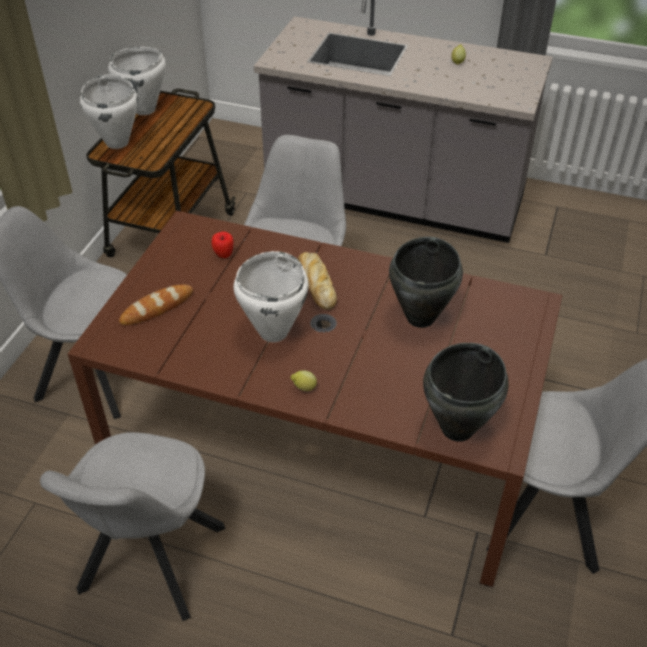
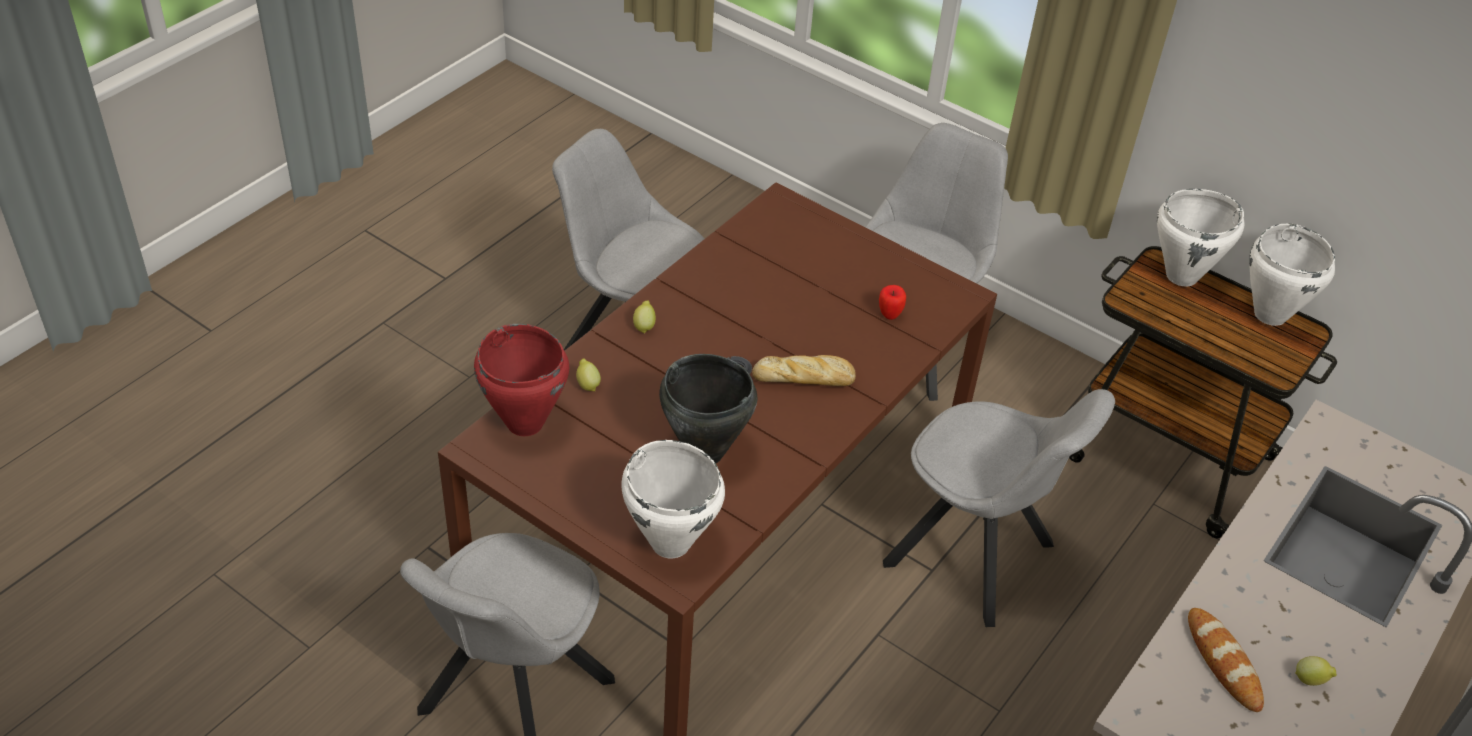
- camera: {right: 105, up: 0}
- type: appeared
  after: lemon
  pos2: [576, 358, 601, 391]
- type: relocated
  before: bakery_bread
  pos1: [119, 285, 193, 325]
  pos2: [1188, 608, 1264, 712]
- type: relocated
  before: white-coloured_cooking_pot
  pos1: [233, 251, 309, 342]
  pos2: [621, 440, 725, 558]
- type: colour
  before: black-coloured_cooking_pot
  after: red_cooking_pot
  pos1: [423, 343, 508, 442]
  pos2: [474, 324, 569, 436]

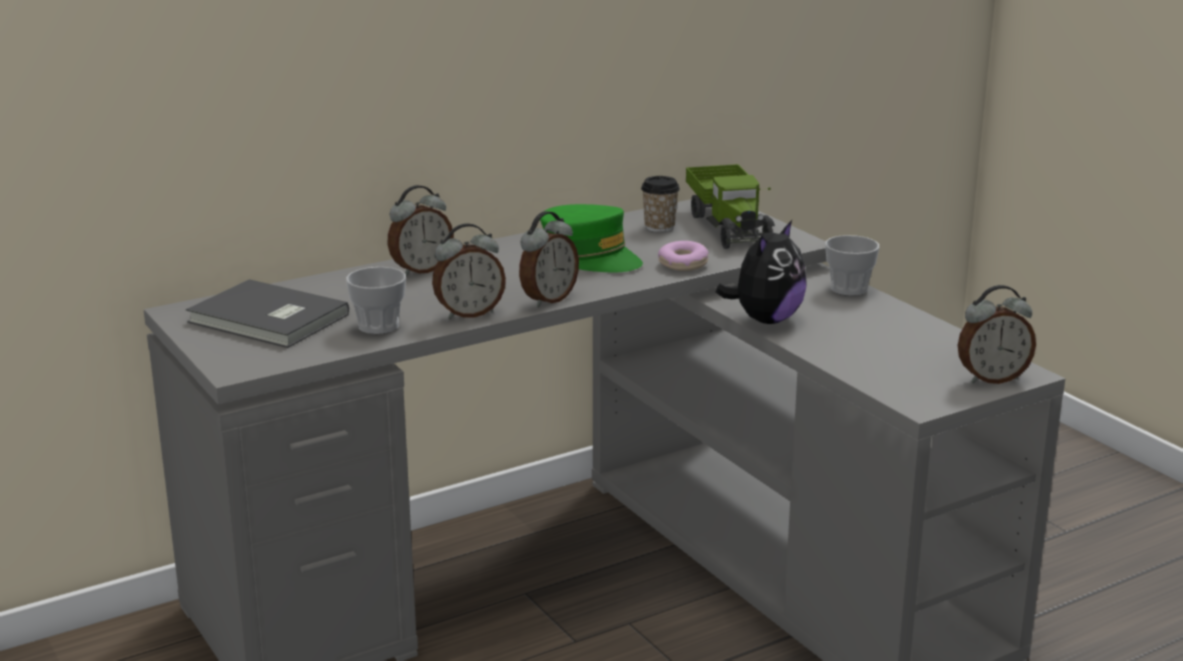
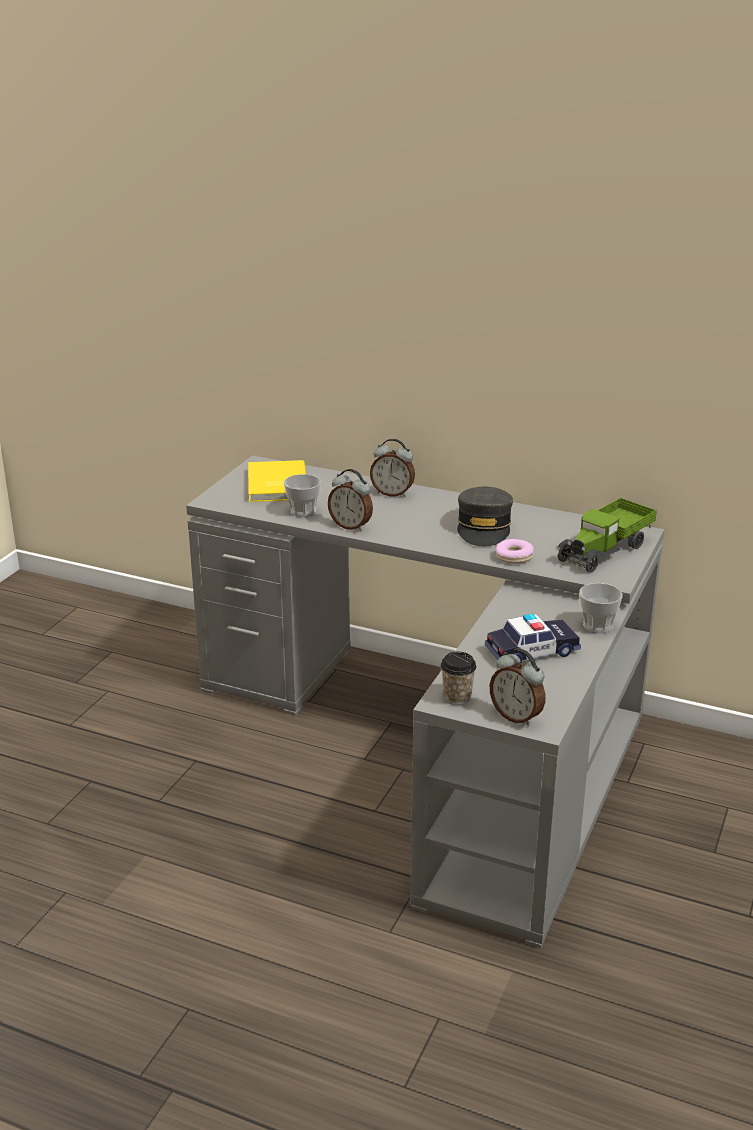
- camera: {right: 55, up: 5}
- type: missing
  before: bedside_clock
  pos1: [519, 211, 579, 308]
- type: missing
  before: soft_toy
  pos1: [716, 220, 806, 324]
- type: appeared
  after: miniature_car
  pos2: [485, 614, 581, 663]
- type: relocated
  before: small_cup
  pos1: [641, 176, 680, 232]
  pos2: [441, 652, 476, 705]
- type: colour
  before: greyish_book
  after: yellow-coloured_book
  pos1: [186, 279, 349, 348]
  pos2: [248, 460, 306, 502]
- type: colour
  before: green-coloured_baseball_cap
  after: greyish_baseball_cap
  pos1: [540, 204, 643, 272]
  pos2: [457, 487, 513, 546]

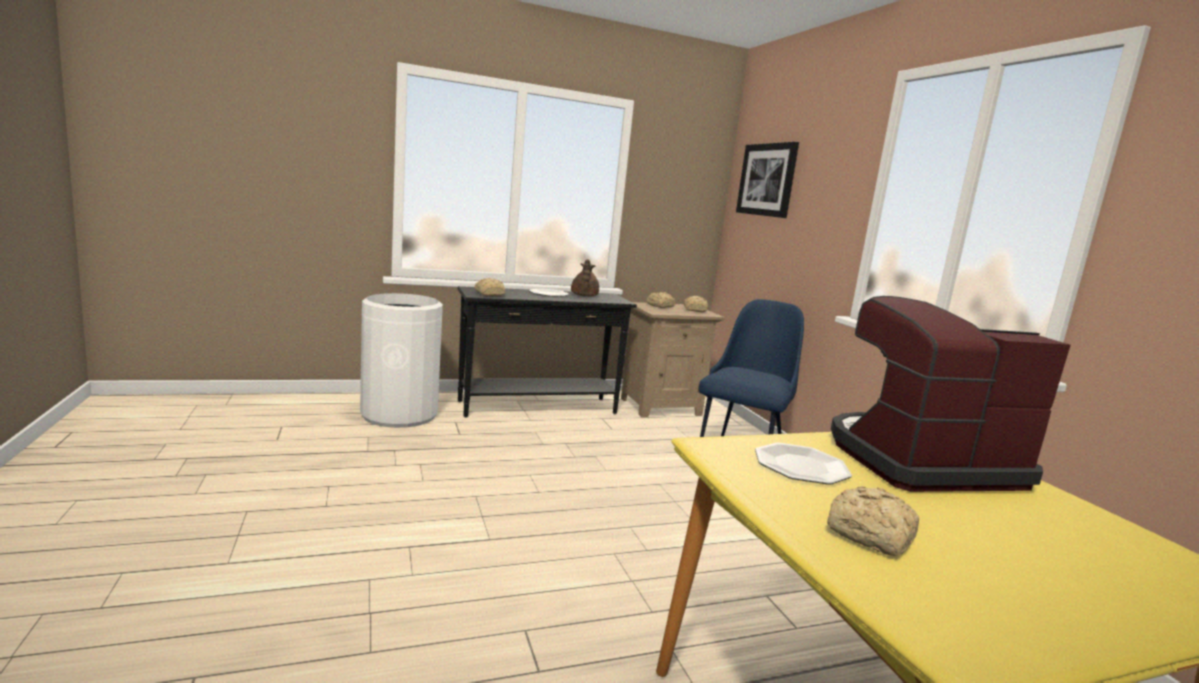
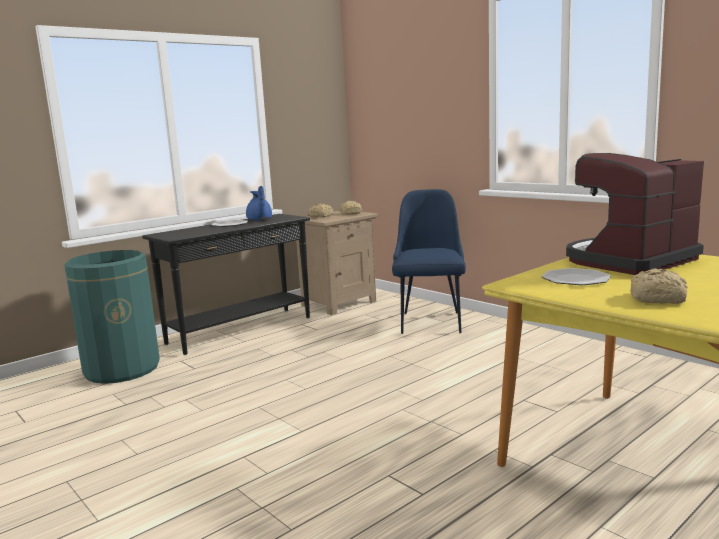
- camera: {right: -20, up: 0}
- type: missing
  before: bakery_bread
  pos1: [474, 278, 505, 296]
- type: missing
  before: wall_picture
  pos1: [736, 142, 799, 218]
- type: colour
  before: white-coloured_trash_can
  after: green-coloured_trash_can
  pos1: [360, 293, 443, 428]
  pos2: [64, 250, 160, 384]
- type: colour
  before: brownish_teapot
  after: blue-coloured_teapot
  pos1: [571, 259, 599, 297]
  pos2: [246, 186, 272, 220]

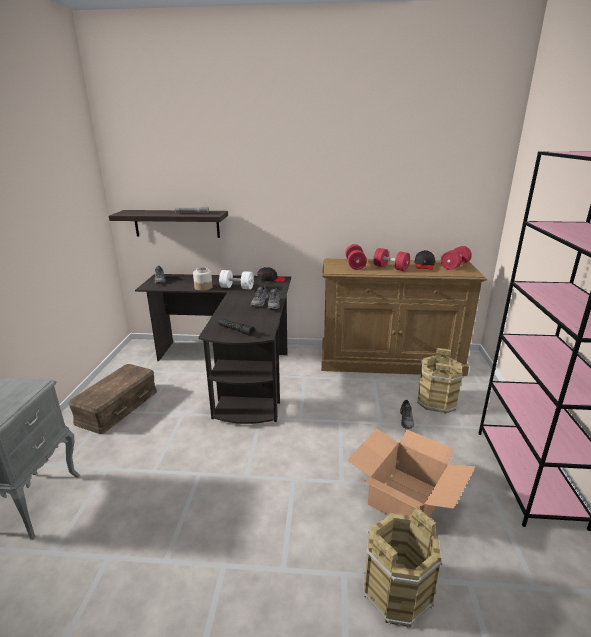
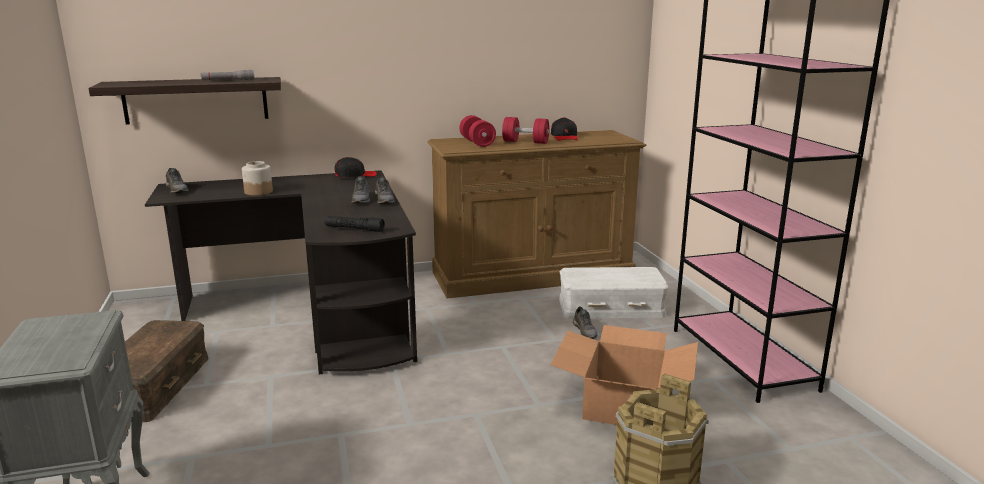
- camera: {right: -20, up: -5}
- type: missing
  before: white-coloured_free_weight
  pos1: [219, 270, 254, 290]
- type: missing
  before: red_free_weight
  pos1: [441, 246, 472, 270]
- type: exchanged
  before: brownish_pail
  after: white-coloured_storage_container
  pos1: [417, 348, 463, 414]
  pos2: [559, 267, 669, 319]

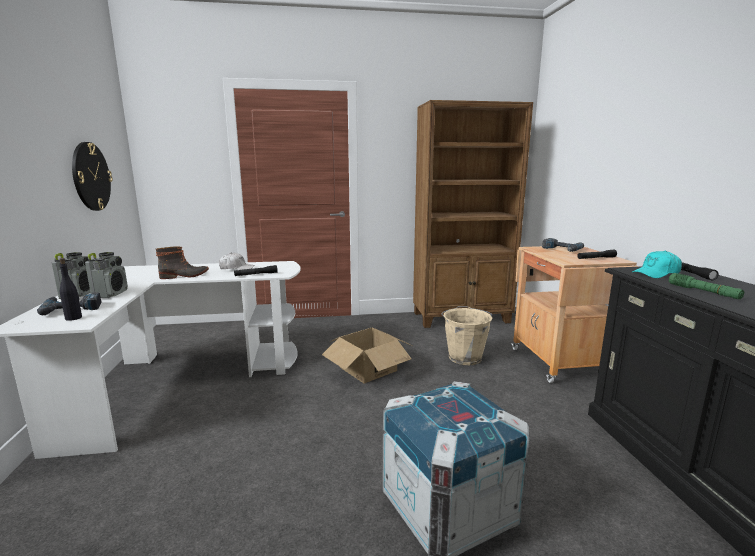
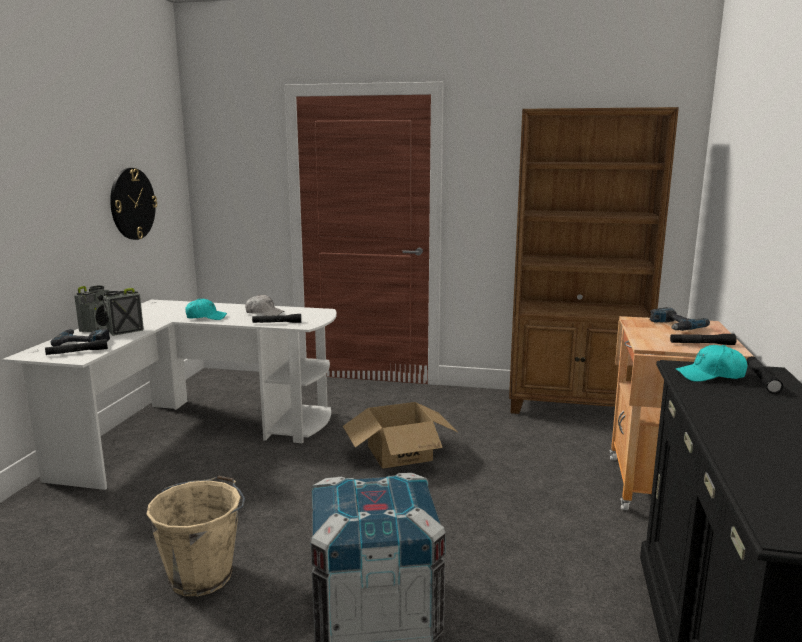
- camera: {right: 20, up: 0}
- type: missing
  before: green-coloured_hand_torch
  pos1: [669, 273, 744, 299]
- type: relocated
  before: beige_pail
  pos1: [441, 306, 493, 365]
  pos2: [146, 475, 245, 597]
- type: exchanged
  before: black-coloured_bottle
  after: black-coloured_hand_torch
  pos1: [59, 258, 82, 321]
  pos2: [45, 339, 108, 355]
- type: exchanged
  before: tall_boot
  after: blue-green_baseball_cap
  pos1: [156, 246, 209, 279]
  pos2: [185, 298, 227, 320]
- type: spun
  before: radio_set
  pos1: [85, 252, 128, 298]
  pos2: [103, 288, 144, 336]
  turn: -150

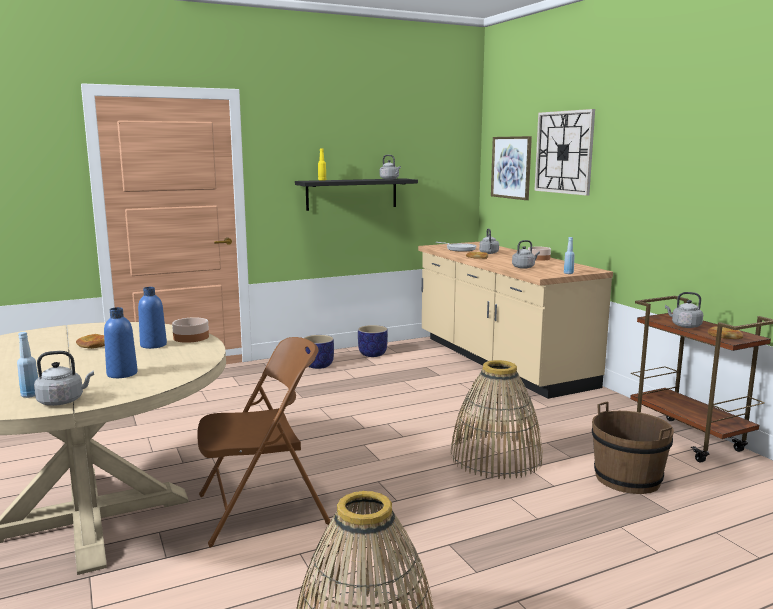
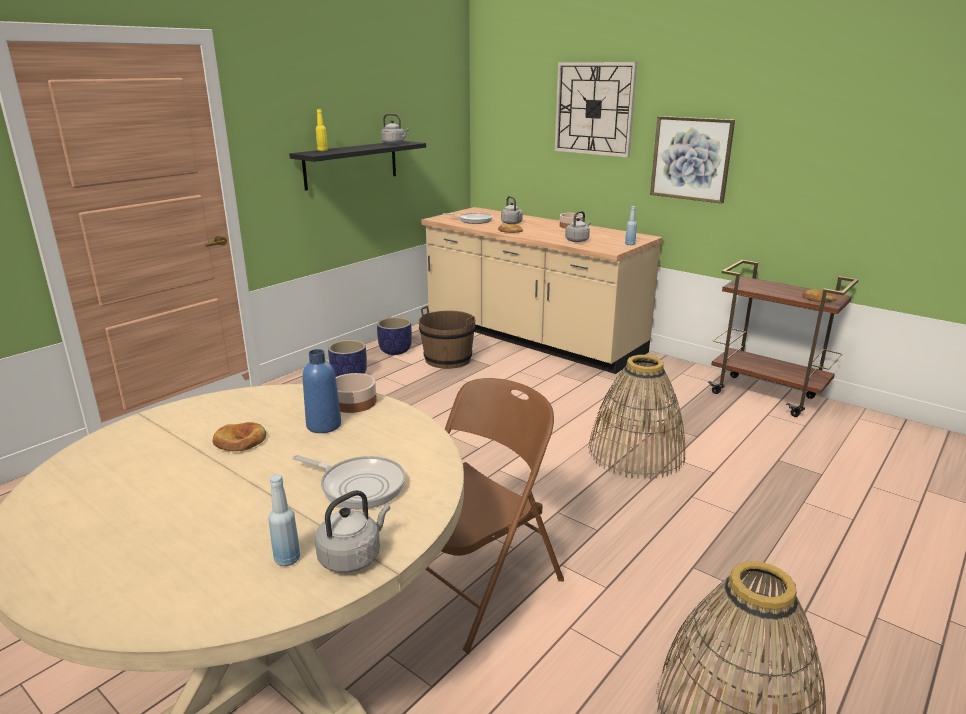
- camera: {right: -25, up: 10}
- type: missing
  before: greyish_water_kettle
  pos1: [665, 292, 703, 328]
- type: relocated
  before: wall_picture
  pos1: [491, 136, 532, 200]
  pos2: [650, 116, 735, 204]
- type: relocated
  before: brownish_pail
  pos1: [592, 402, 674, 494]
  pos2: [419, 306, 476, 369]
- type: exchanged
  before: blue-coloured_bottle
  after: skillet
  pos1: [104, 307, 138, 378]
  pos2: [292, 455, 406, 509]

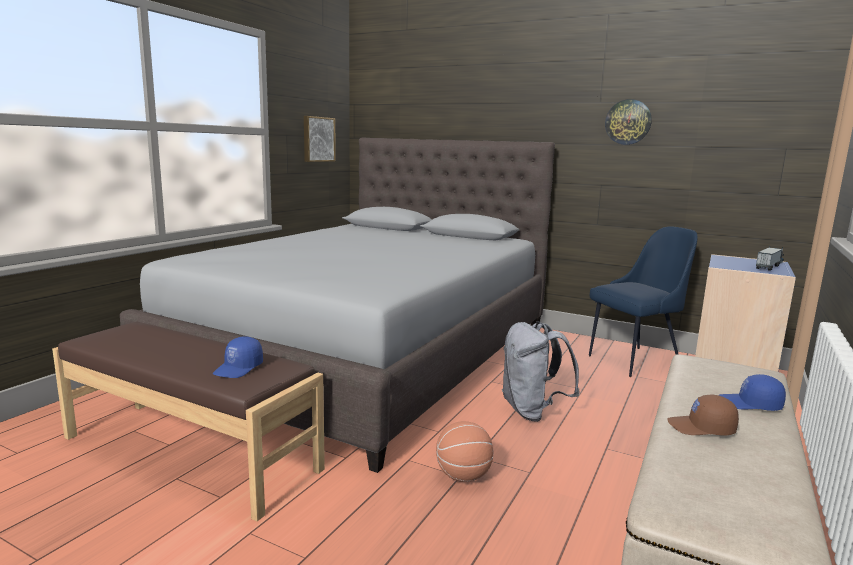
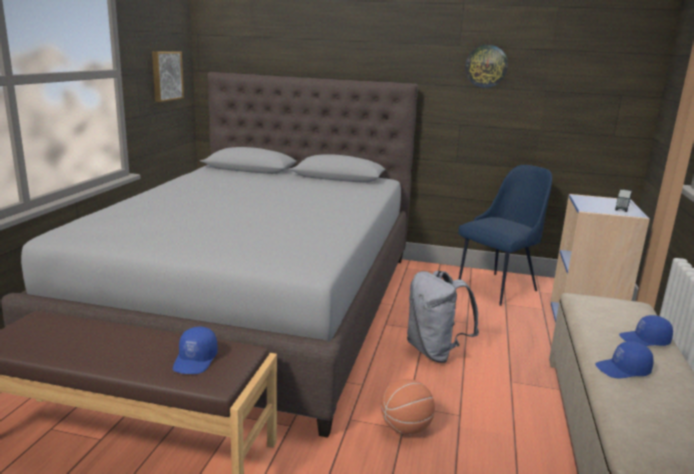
- camera: {right: -15, up: 5}
- type: colour
  before: brownish_baseball_cap
  after: blue-coloured_baseball_cap
  pos1: [667, 395, 739, 436]
  pos2: [595, 341, 654, 378]

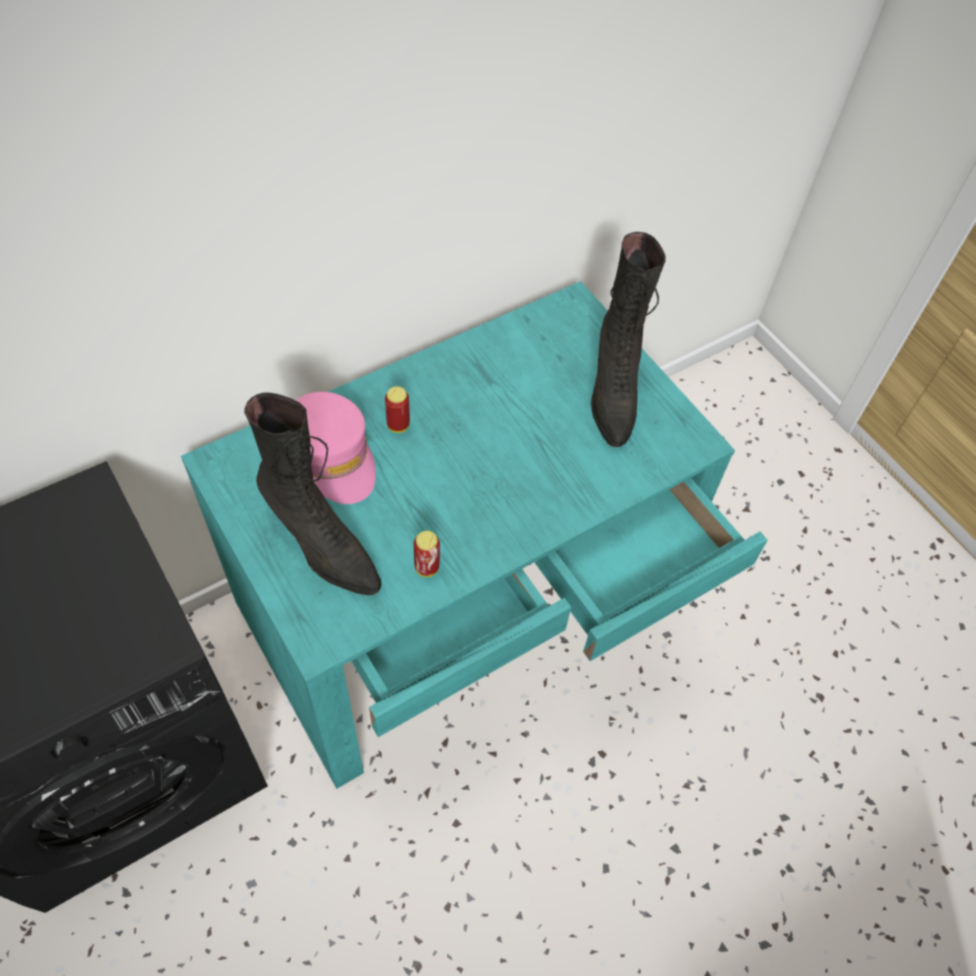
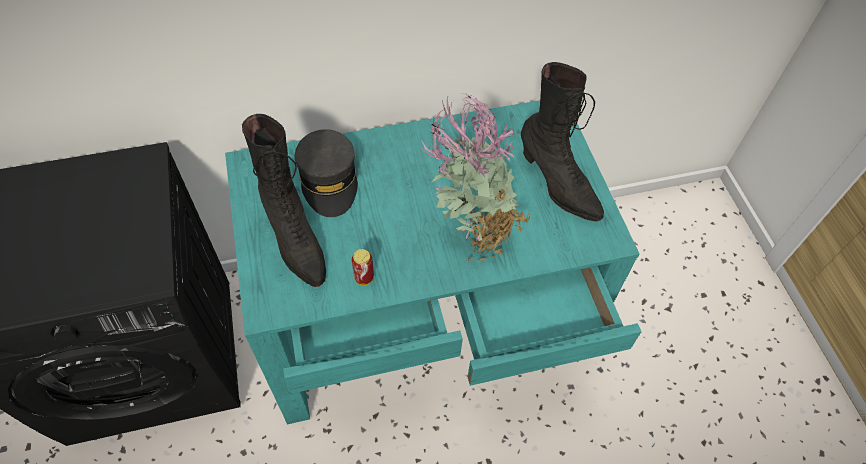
- camera: {right: 20, up: 0}
- type: missing
  before: metal_can
  pos1: [385, 386, 410, 433]
- type: appeared
  after: potted_plant
  pos2: [421, 93, 531, 262]
- type: colour
  before: pinkish_baseball_cap
  after: greyish_baseball_cap
  pos1: [296, 392, 376, 504]
  pos2: [295, 129, 358, 217]
- type: spun
  before: black-coloured_tall_boot
  pos1: [591, 232, 666, 447]
  pos2: [521, 62, 604, 222]
  turn: -60

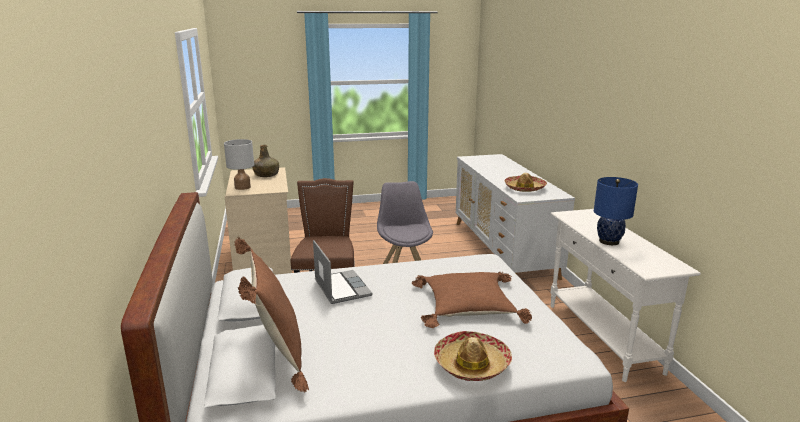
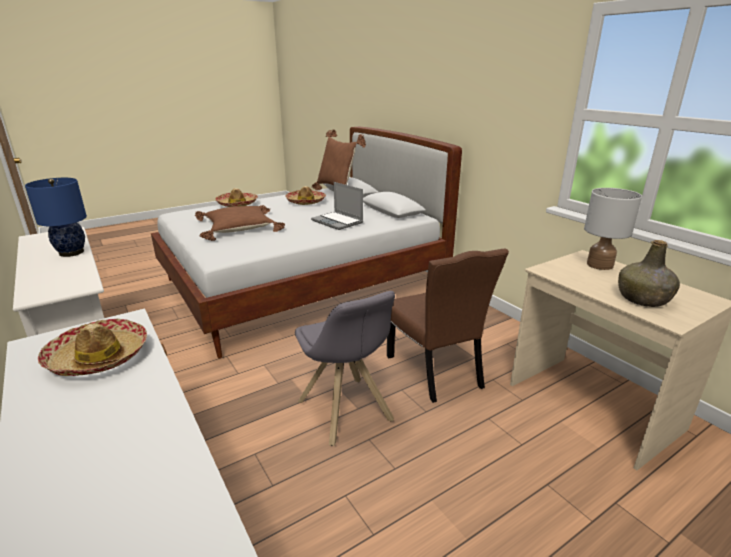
- camera: {right: 160, up: 5}
- type: appeared
  after: clothing_hat
  pos2: [285, 186, 326, 205]

